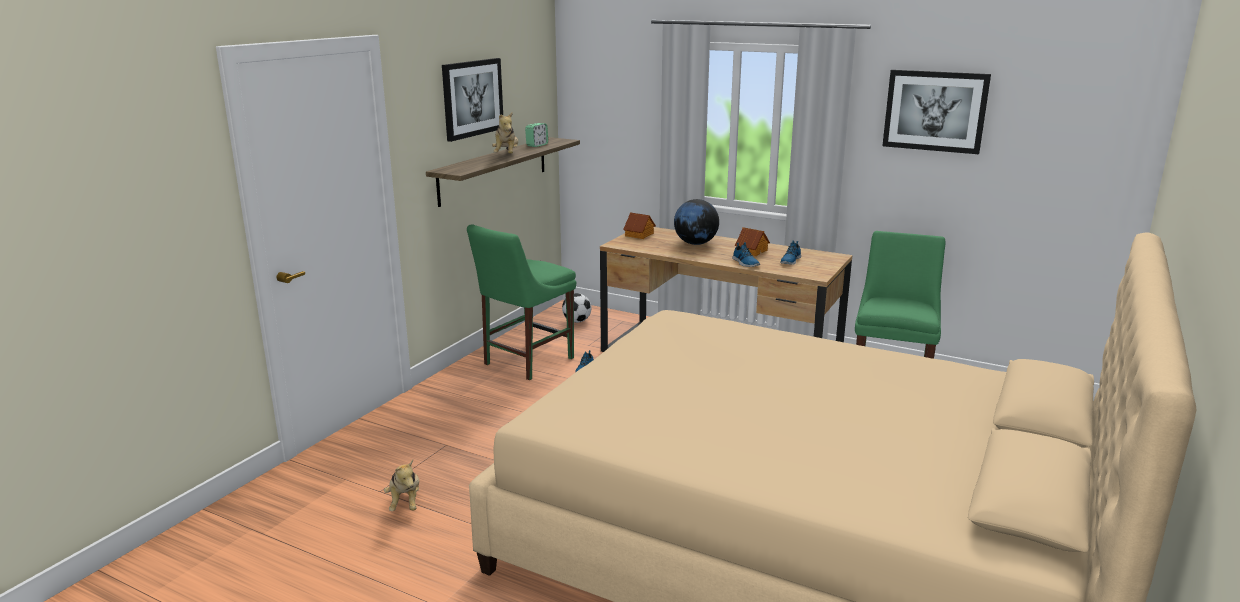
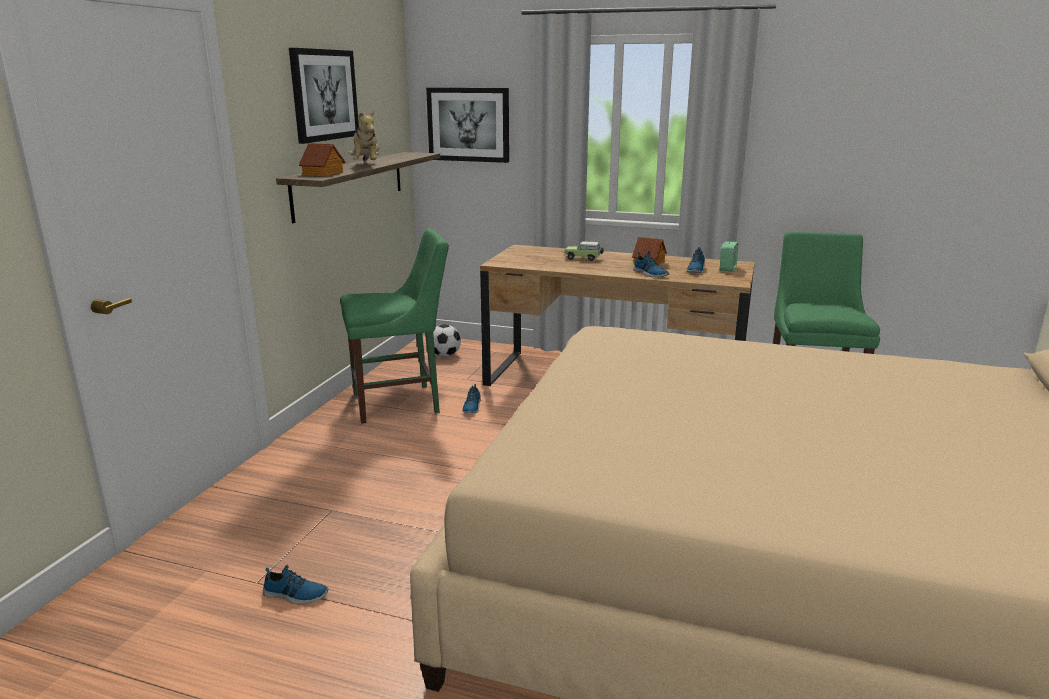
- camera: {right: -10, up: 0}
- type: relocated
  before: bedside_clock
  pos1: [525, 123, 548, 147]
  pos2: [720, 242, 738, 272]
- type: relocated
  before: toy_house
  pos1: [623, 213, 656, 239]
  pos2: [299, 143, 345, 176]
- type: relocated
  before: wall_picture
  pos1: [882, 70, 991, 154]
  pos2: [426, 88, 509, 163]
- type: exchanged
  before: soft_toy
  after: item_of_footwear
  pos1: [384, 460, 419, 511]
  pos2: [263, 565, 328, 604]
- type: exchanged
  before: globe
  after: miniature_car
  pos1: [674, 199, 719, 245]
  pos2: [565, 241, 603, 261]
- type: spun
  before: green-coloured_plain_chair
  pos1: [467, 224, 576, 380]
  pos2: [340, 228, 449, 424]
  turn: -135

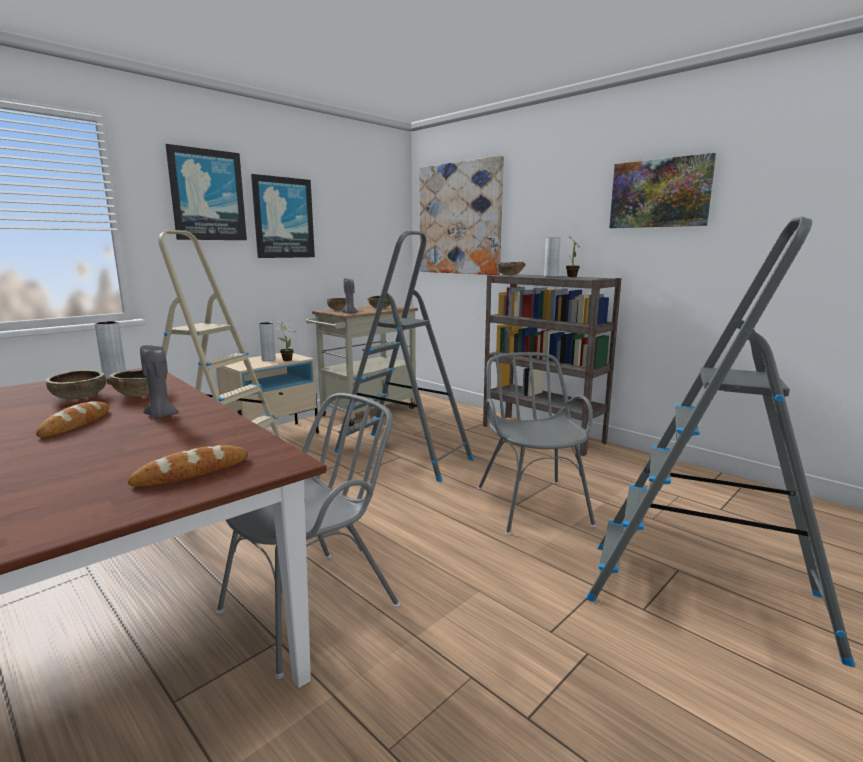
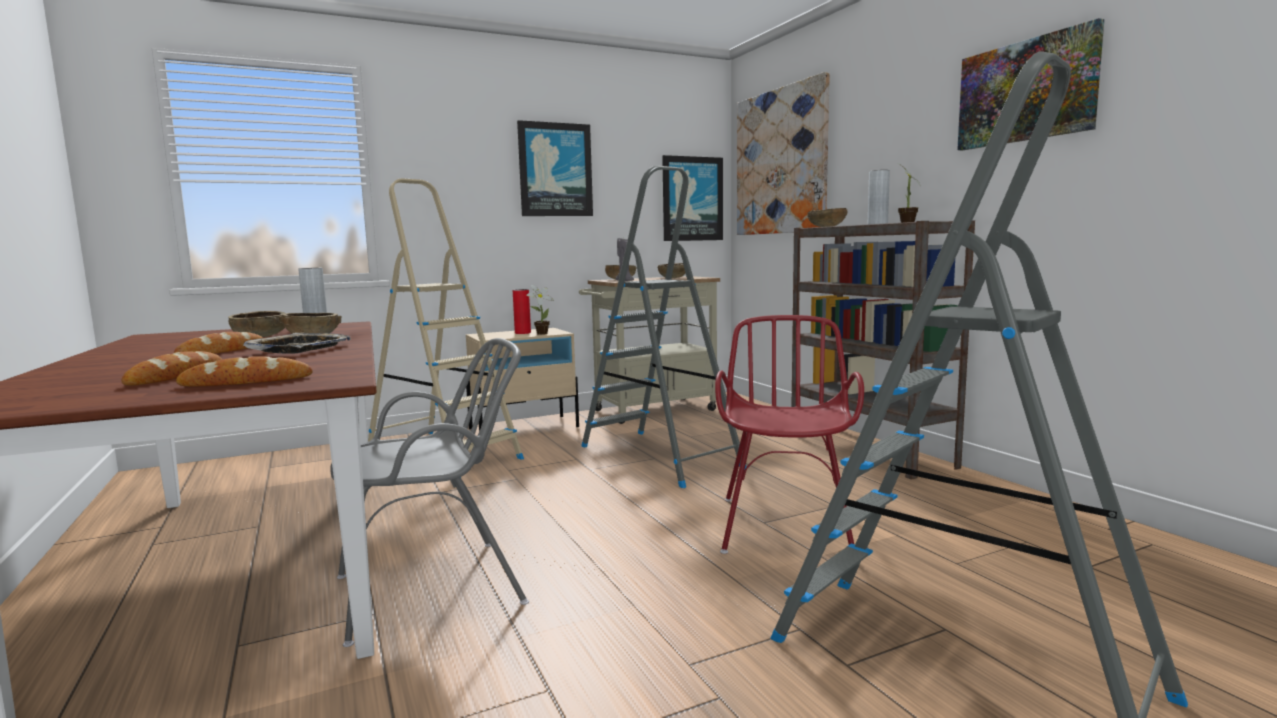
- camera: {right: 20, up: -5}
- type: appeared
  after: bakery_bread
  pos2: [121, 351, 222, 386]
- type: relocated
  before: wall_picture
  pos1: [166, 144, 247, 240]
  pos2: [662, 155, 723, 241]
- type: exchanged
  before: greyish_wax_light
  after: serving_tray
  pos1: [140, 345, 179, 419]
  pos2: [243, 333, 351, 354]
- type: colour
  before: greyish_flower_vase
  after: red_flower_vase
  pos1: [258, 322, 276, 361]
  pos2: [513, 289, 531, 334]
- type: colour
  before: greyish_plain_chair
  after: red_plain_chair
  pos1: [477, 352, 596, 535]
  pos2: [715, 315, 864, 554]

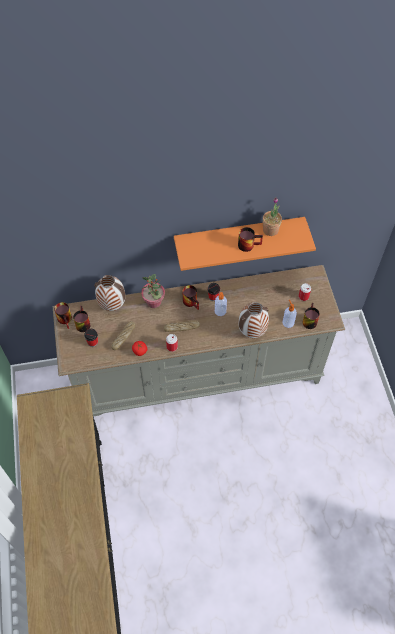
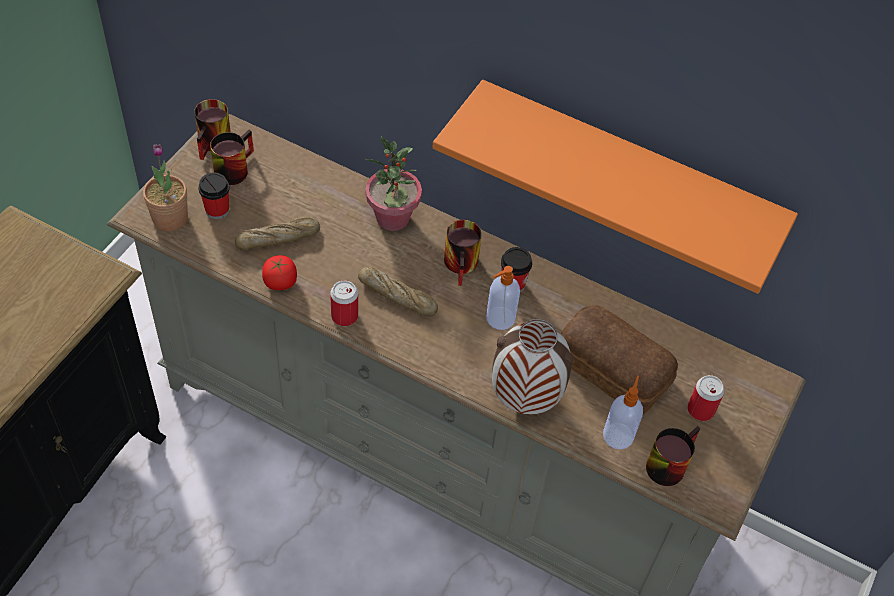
- camera: {right: 35, up: -5}
- type: missing
  before: flower_vase
  pos1: [94, 275, 125, 311]
- type: missing
  before: coffee_mug
  pos1: [238, 227, 263, 252]
- type: appeared
  after: bakery_bread
  pos2: [561, 305, 678, 415]
- type: relocated
  before: potted_plant
  pos1: [263, 197, 282, 236]
  pos2: [143, 144, 188, 231]

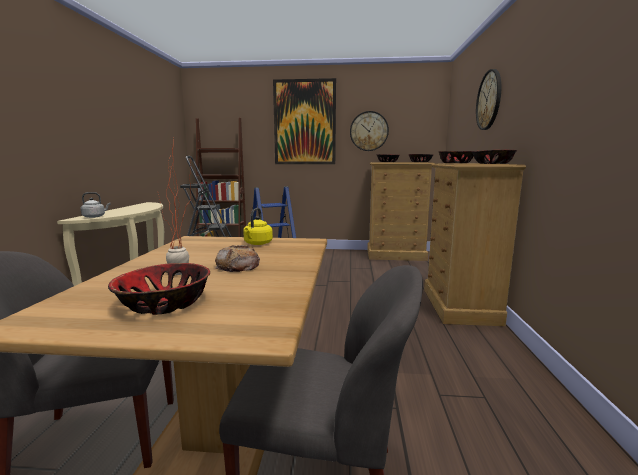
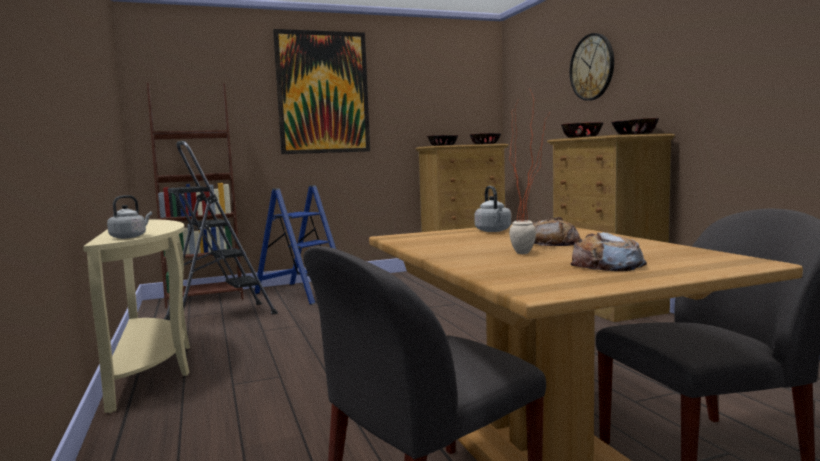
- camera: {right: -25, up: -5}
- type: missing
  before: hanging_clock
  pos1: [350, 111, 389, 151]
- type: exchanged
  before: deep_dish
  after: bakery_bread
  pos1: [108, 263, 210, 315]
  pos2: [571, 232, 647, 271]
- type: colour
  before: yellow-coloured_water_kettle
  after: greyish_water_kettle
  pos1: [243, 208, 273, 245]
  pos2: [474, 186, 511, 232]

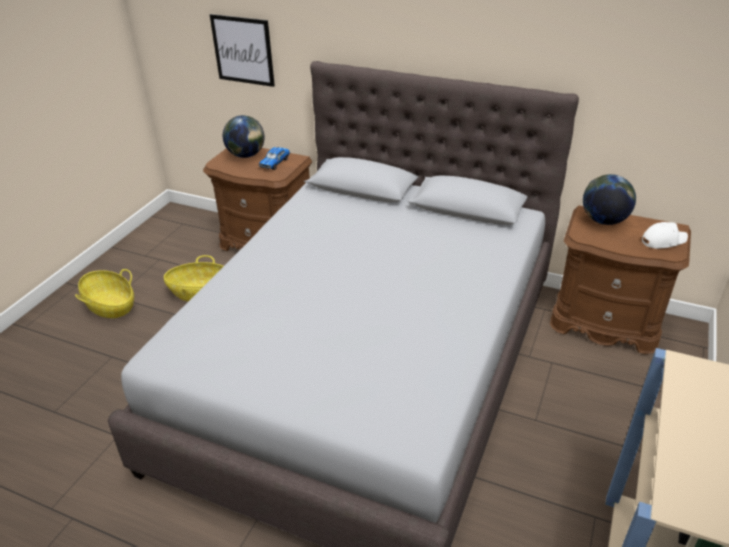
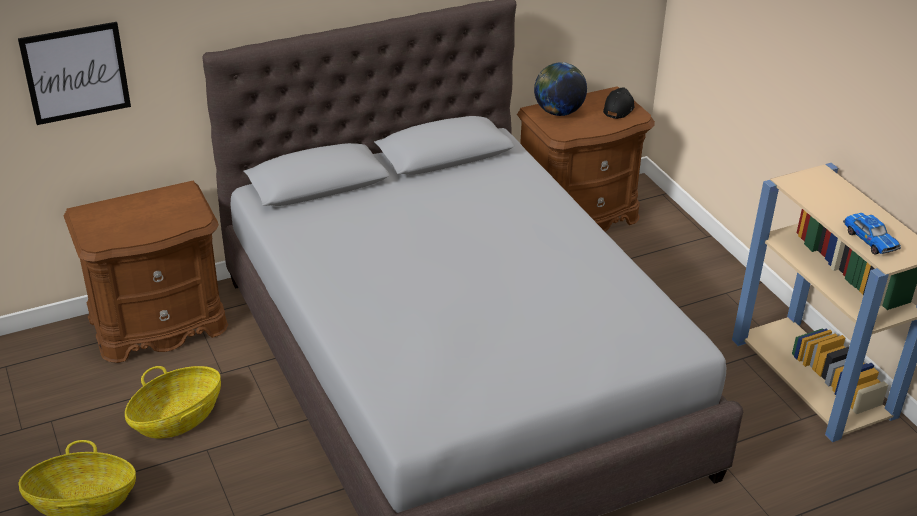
- camera: {right: -50, up: 0}
- type: missing
  before: globe
  pos1: [223, 115, 265, 158]
- type: relocated
  before: miniature_car
  pos1: [259, 147, 290, 170]
  pos2: [843, 213, 901, 255]
- type: colour
  before: white-coloured_baseball_cap
  after: black-coloured_baseball_cap
  pos1: [642, 222, 688, 249]
  pos2: [603, 88, 634, 119]

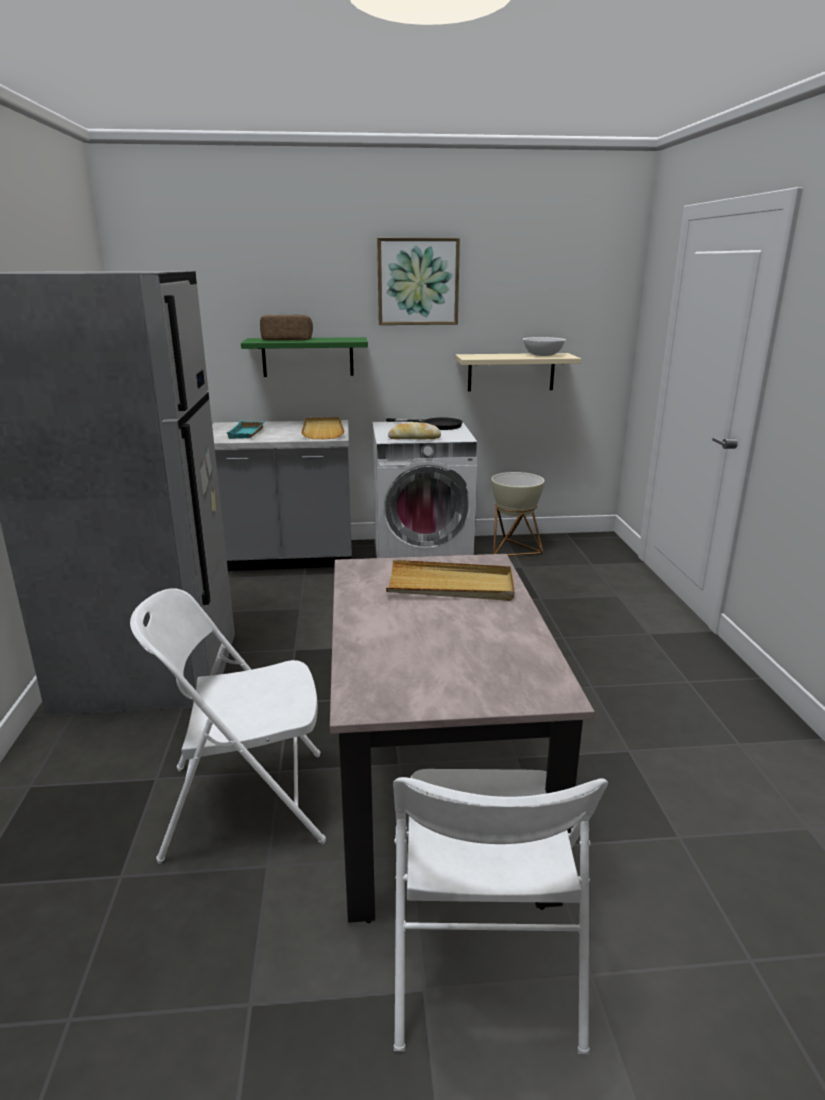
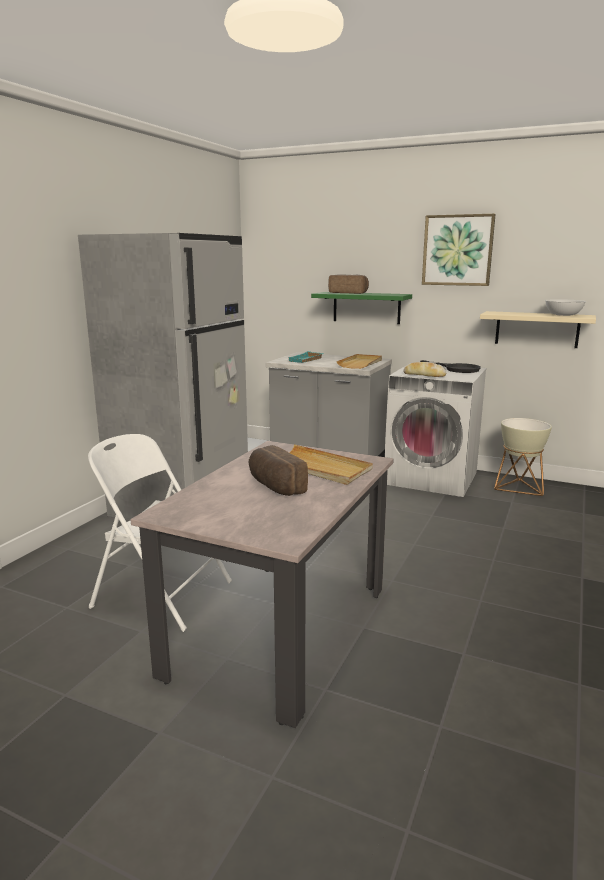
- camera: {right: 30, up: -5}
- type: missing
  before: white-coloured_plain_chair
  pos1: [393, 769, 608, 1054]
- type: appeared
  after: bakery_bread
  pos2: [249, 445, 308, 496]

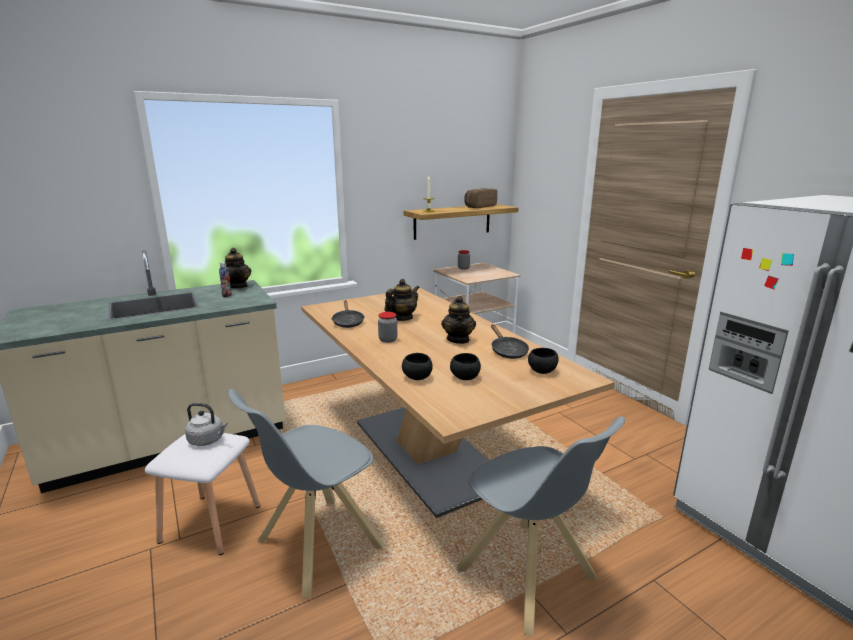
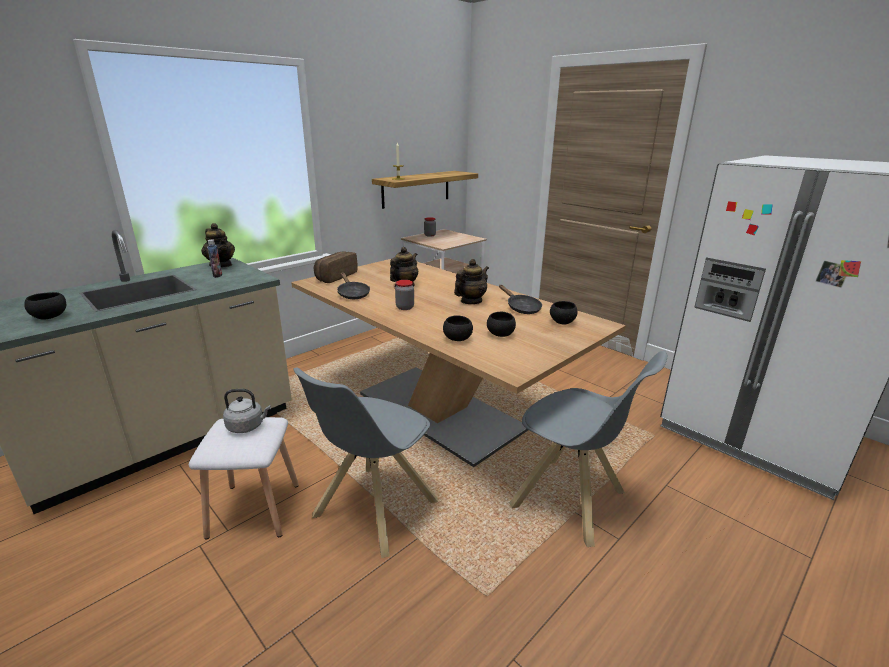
- camera: {right: -15, up: 5}
- type: appeared
  after: black-coloured_deep_dish
  pos2: [24, 292, 66, 320]
- type: relocated
  before: bakery_bread
  pos1: [464, 188, 497, 208]
  pos2: [314, 251, 358, 283]
- type: spun
  before: teapot
  pos1: [441, 296, 476, 344]
  pos2: [454, 259, 489, 304]
  turn: -120

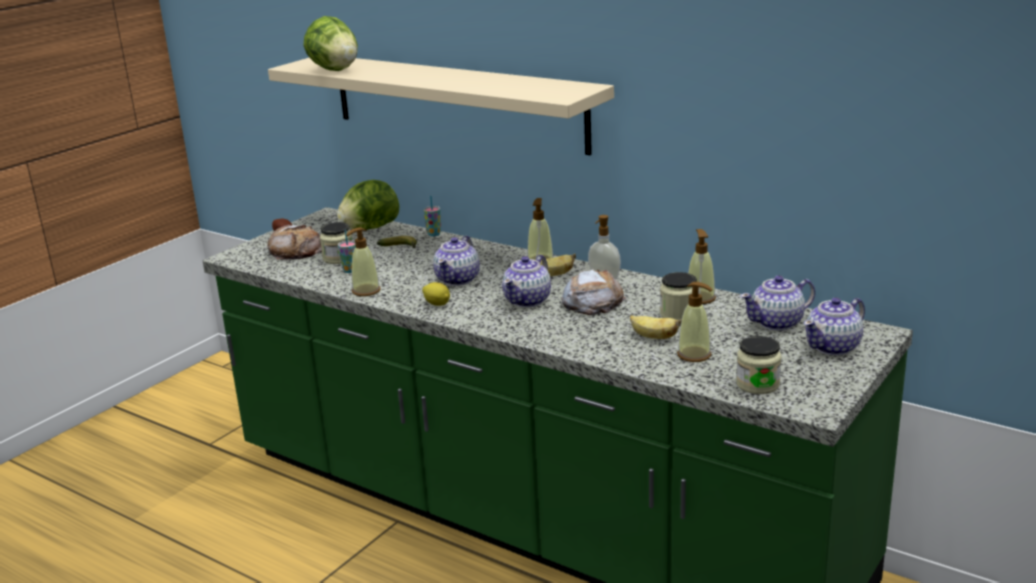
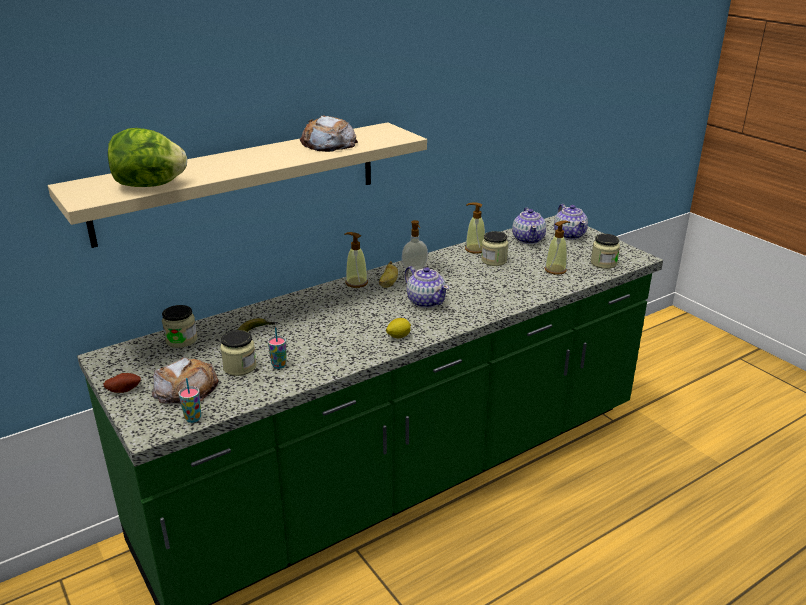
- camera: {right: -70, up: 5}
- type: missing
  before: soap_dispenser
  pos1: [346, 227, 381, 296]
- type: missing
  before: teapot
  pos1: [433, 236, 480, 286]
- type: missing
  before: banana
  pos1: [630, 315, 682, 339]
- type: relocated
  before: small_cup
  pos1: [424, 196, 441, 236]
  pos2: [179, 378, 201, 423]
- type: relocated
  before: bakery_bread
  pos1: [562, 269, 626, 315]
  pos2: [300, 115, 358, 152]
- type: exchanged
  before: lettuce_head
  after: storage_jar
  pos1: [337, 180, 399, 230]
  pos2: [162, 305, 197, 348]

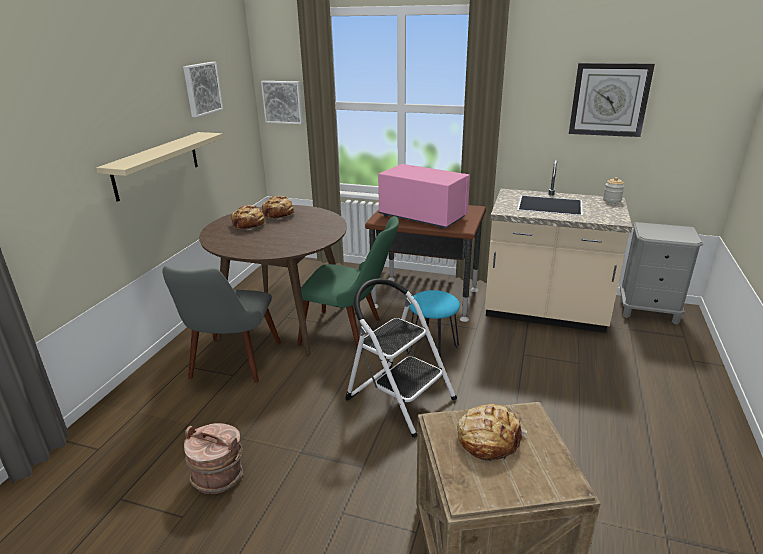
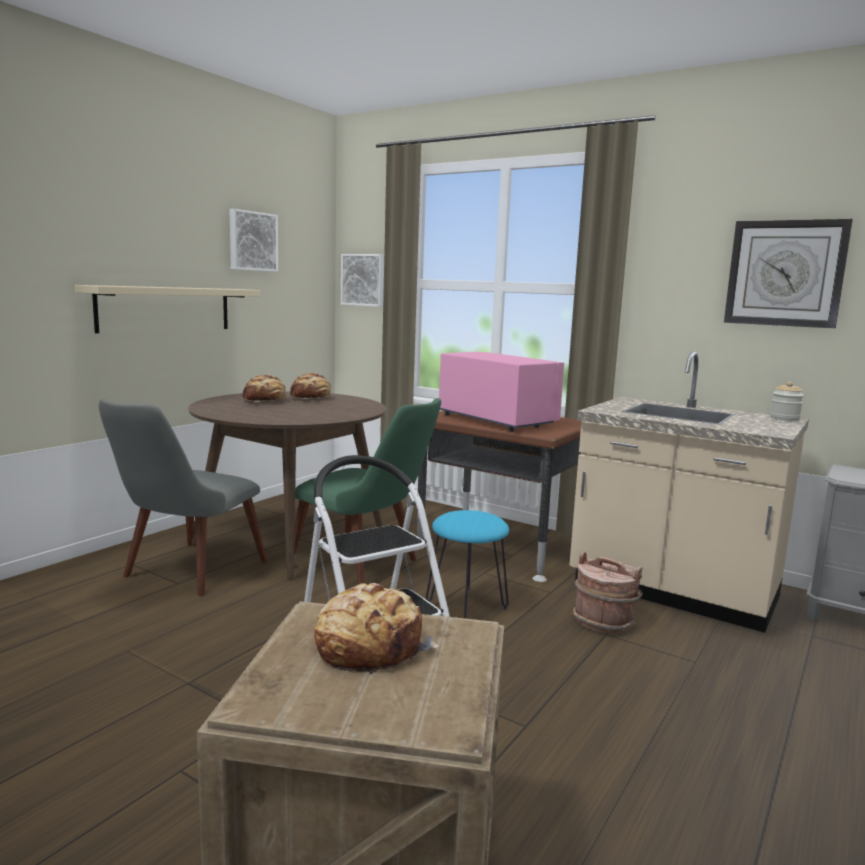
- camera: {right: 15, up: -15}
- type: relocated
  before: brownish_pail
  pos1: [184, 423, 244, 494]
  pos2: [573, 552, 643, 633]

